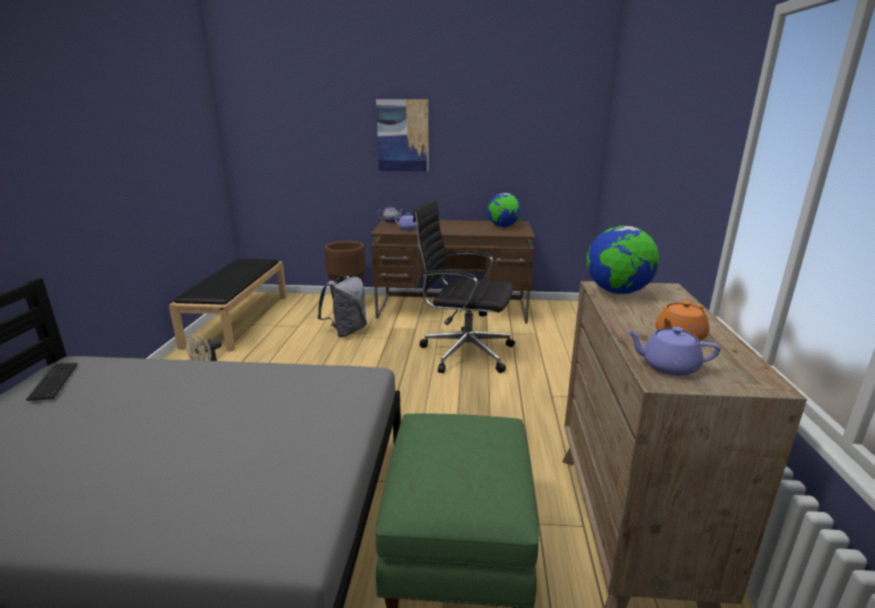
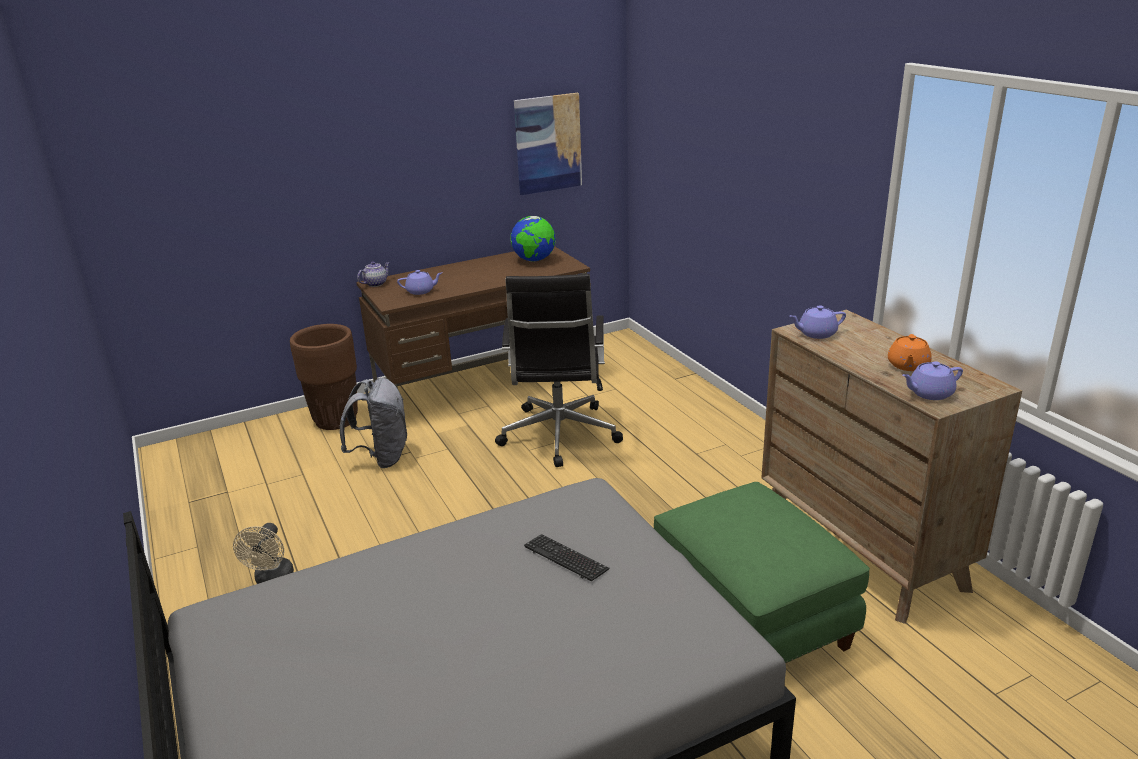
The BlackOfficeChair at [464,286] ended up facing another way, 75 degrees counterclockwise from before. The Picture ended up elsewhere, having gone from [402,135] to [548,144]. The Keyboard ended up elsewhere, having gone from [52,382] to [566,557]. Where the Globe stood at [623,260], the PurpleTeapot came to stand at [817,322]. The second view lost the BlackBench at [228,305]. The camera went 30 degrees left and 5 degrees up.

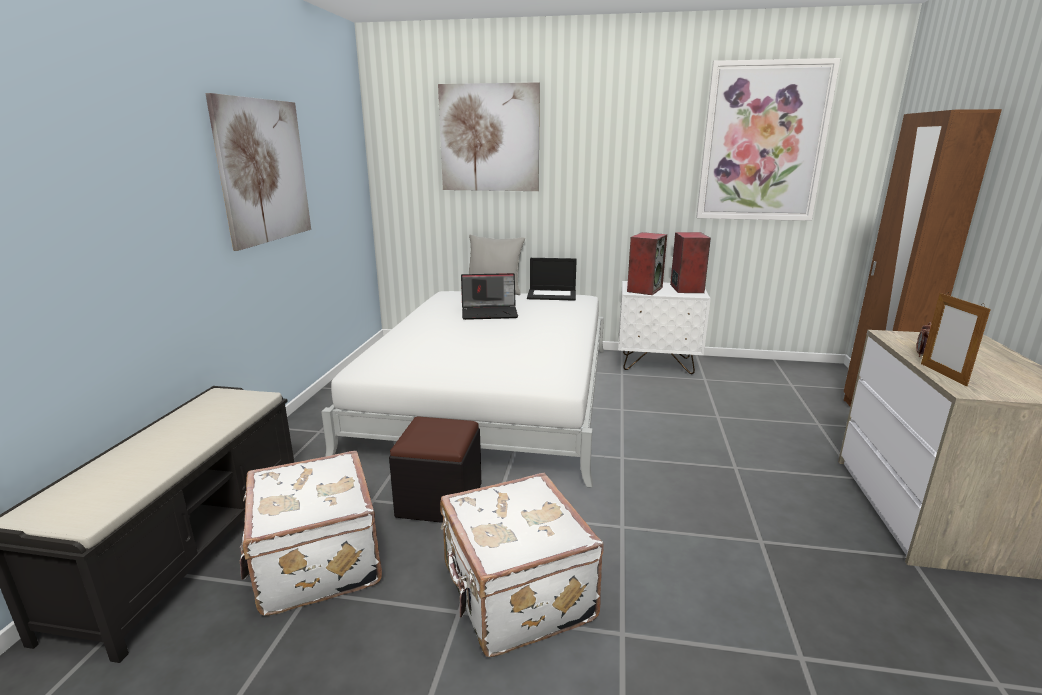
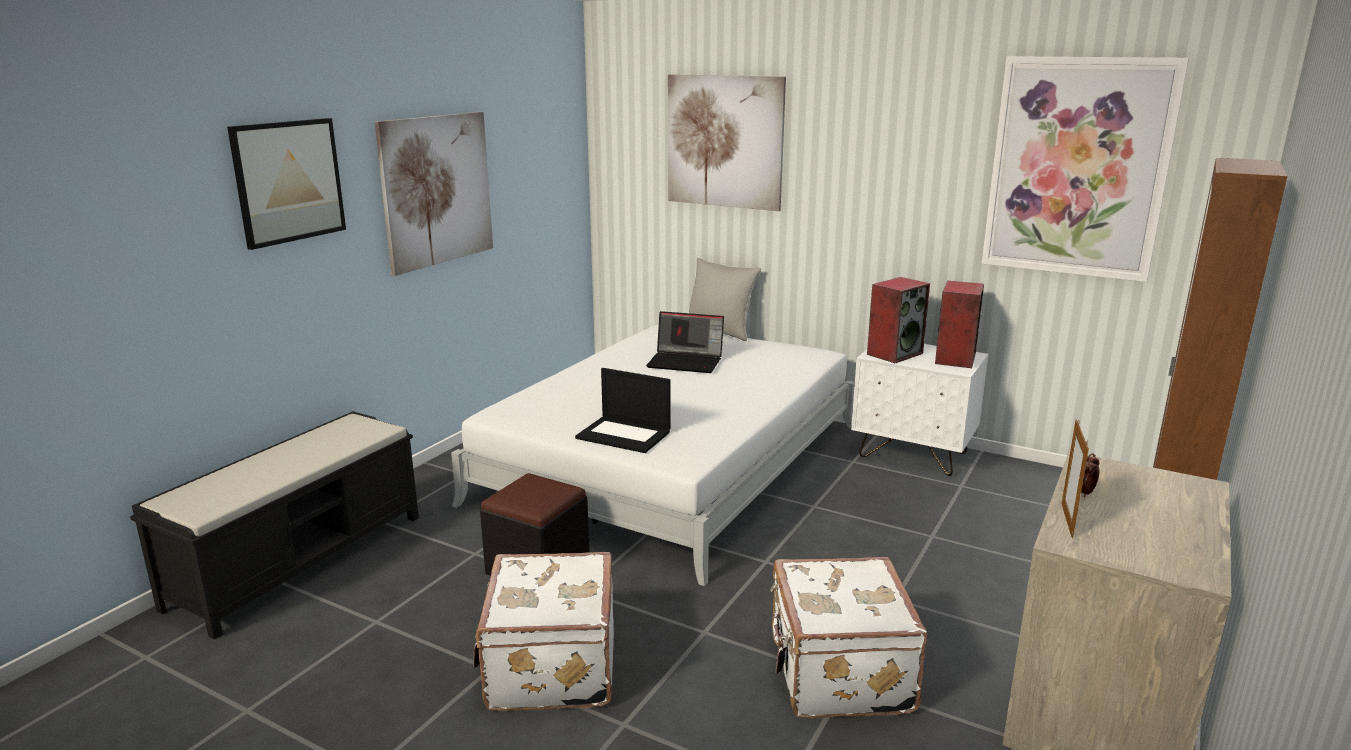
The second view gained the Picture at [286,184]. The Laptop ended up elsewhere, having gone from [552,279] to [623,410]. The WhiteSuitcase ended up elsewhere, having gone from [311,533] to [849,638]. The camera went 20 degrees right and 0 degrees up.

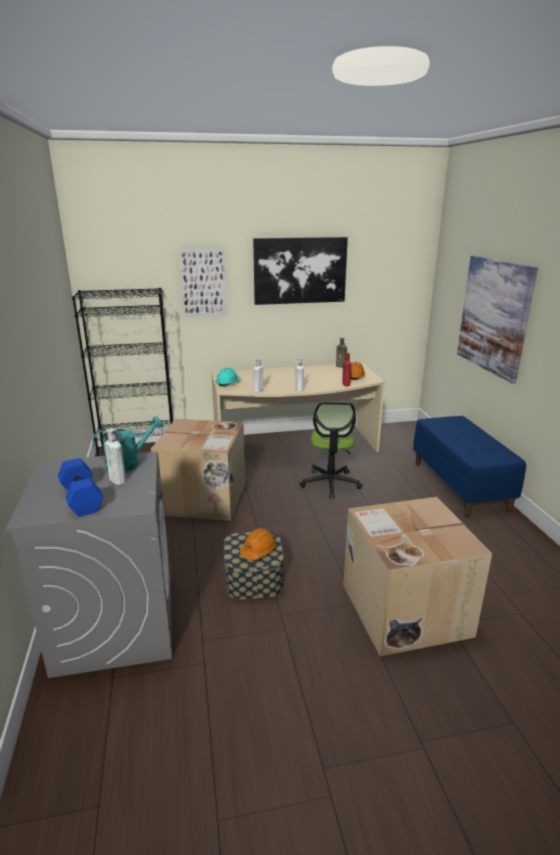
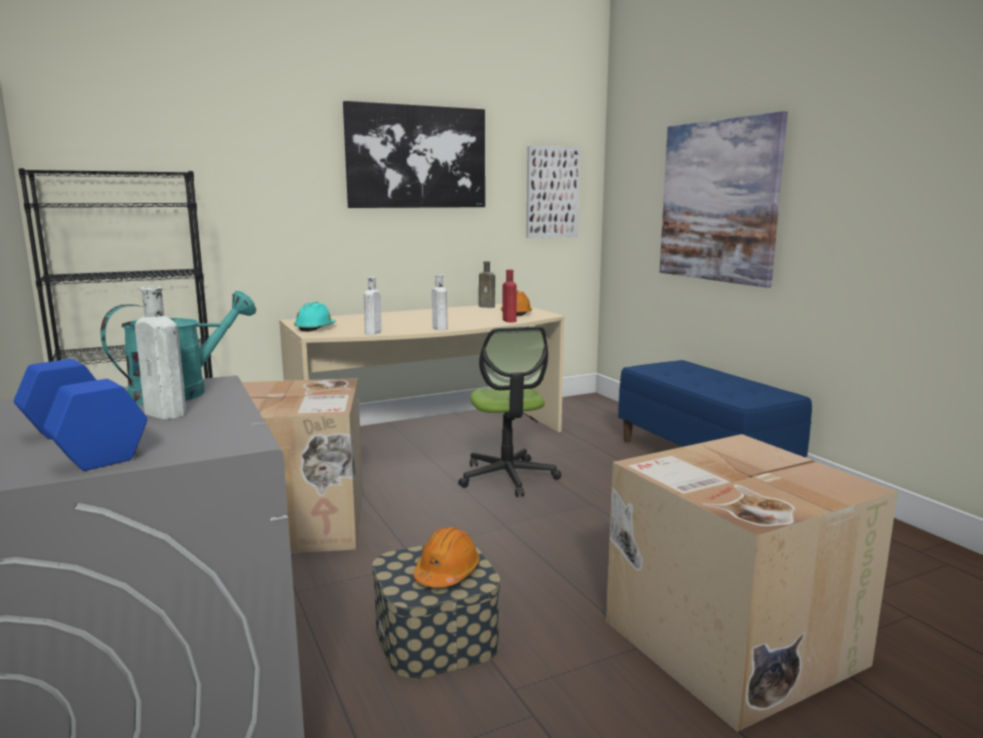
The Picture ended up elsewhere, having gone from [203,283] to [553,192]. The camera went 15 degrees left and 10 degrees down.

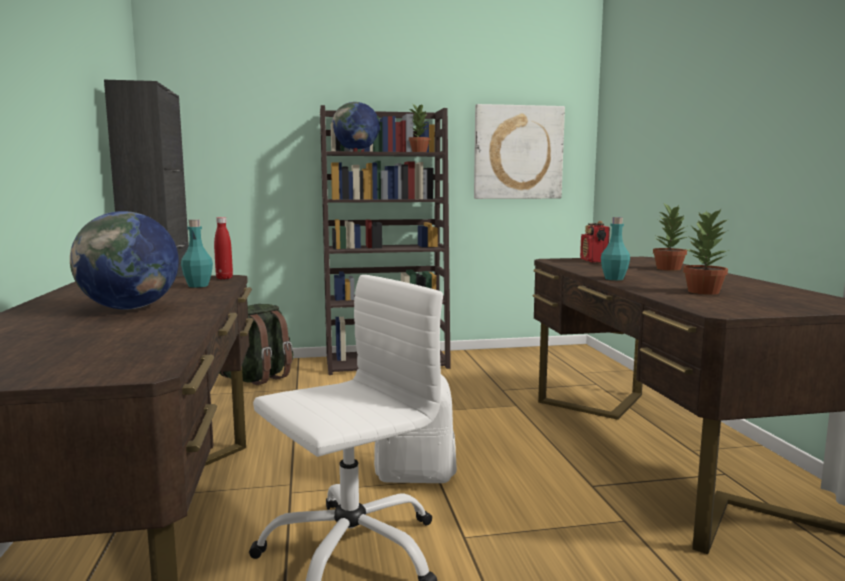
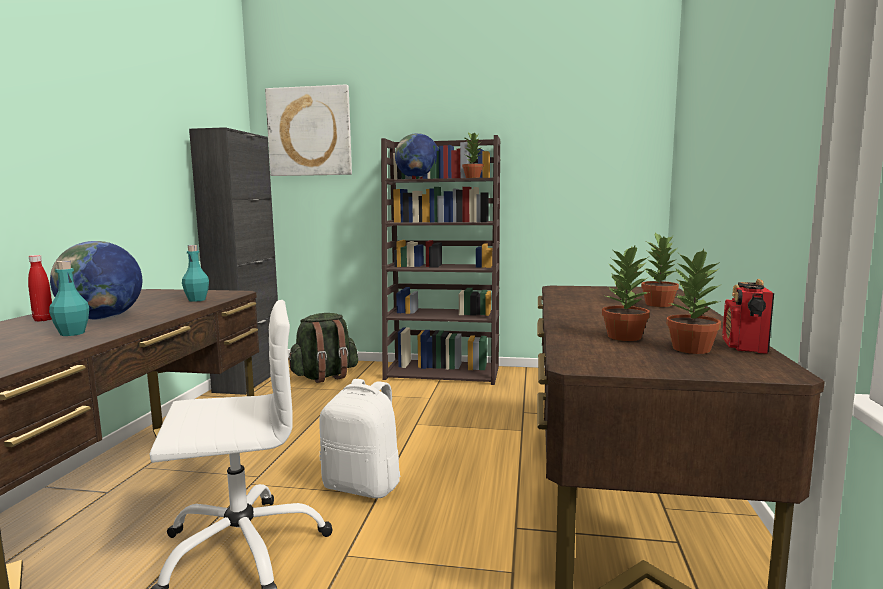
The RedBottle ended up elsewhere, having gone from [223,248] to [40,288]. The TurquoiseBottle ended up elsewhere, having gone from [615,248] to [69,298]. The Picture ended up elsewhere, having gone from [519,151] to [308,130]. The second view gained the PottedPlant at [693,301]. The Radio ended up elsewhere, having gone from [595,242] to [748,316]. The camera went 20 degrees right and 0 degrees up.

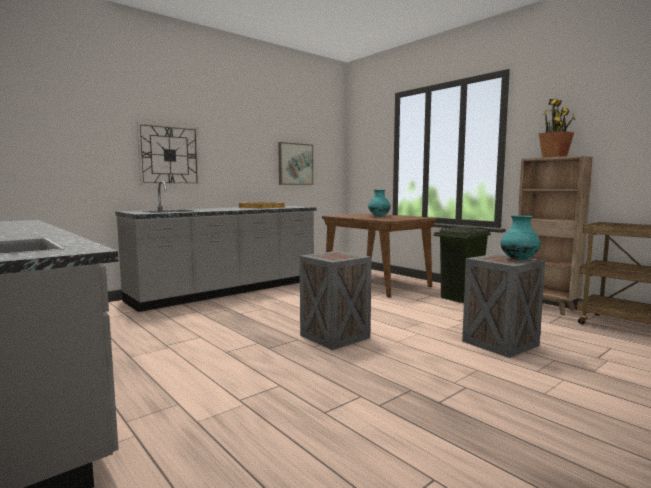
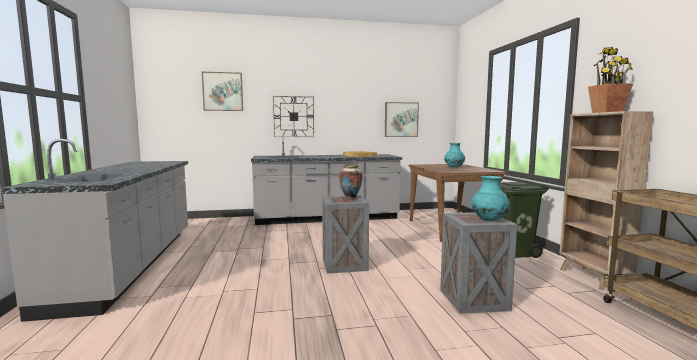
The second view gained the Picture at [222,91]. The second view gained the Vase at [351,182]. The camera went 30 degrees right and 0 degrees up.

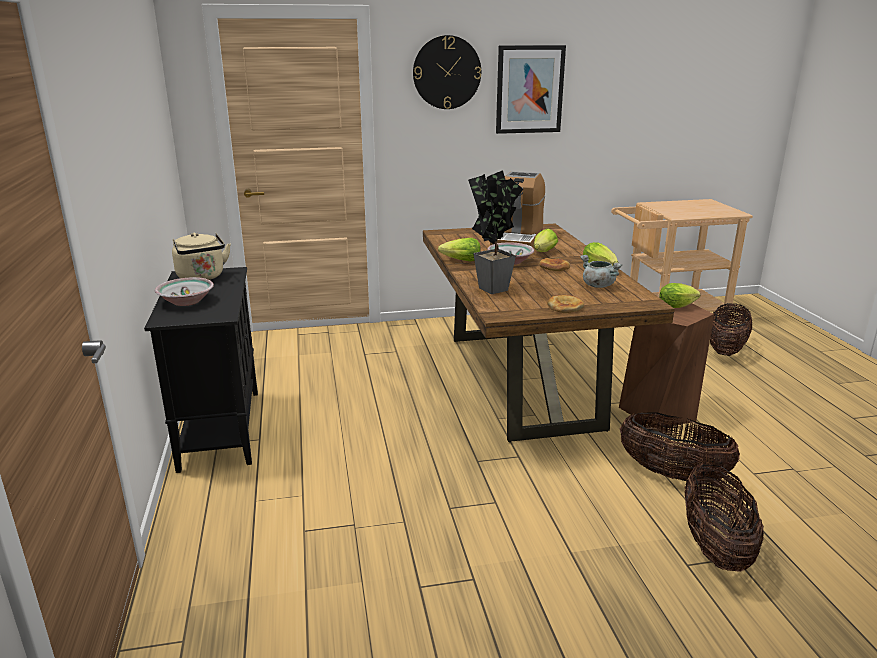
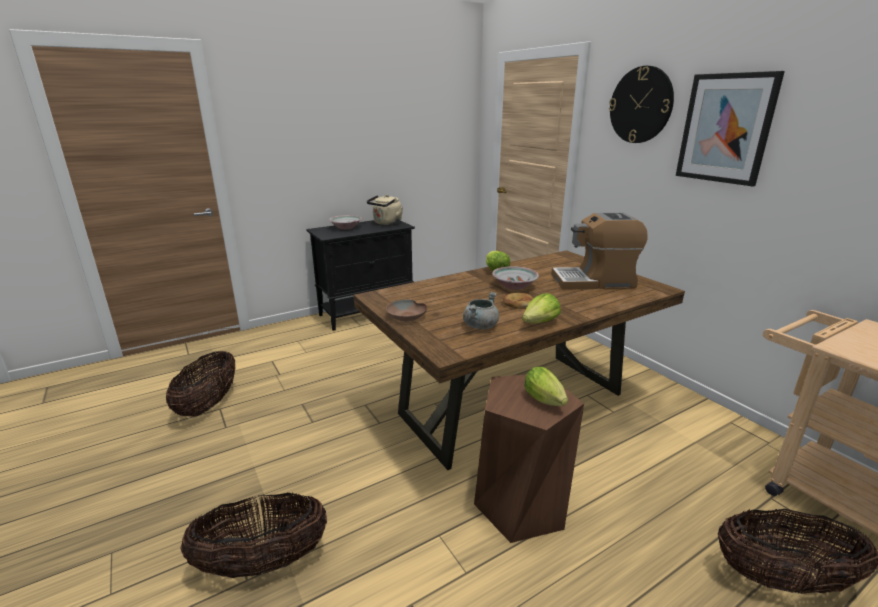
The Basket ended up elsewhere, having gone from [679,446] to [200,384]. Where the Bread stood at [565,304], the BrownBowl came to stand at [406,310]. The second view lost the PottedPlant at [495,232]. The second view lost the Lettuce at [546,240]. The camera went 70 degrees right and 0 degrees up.

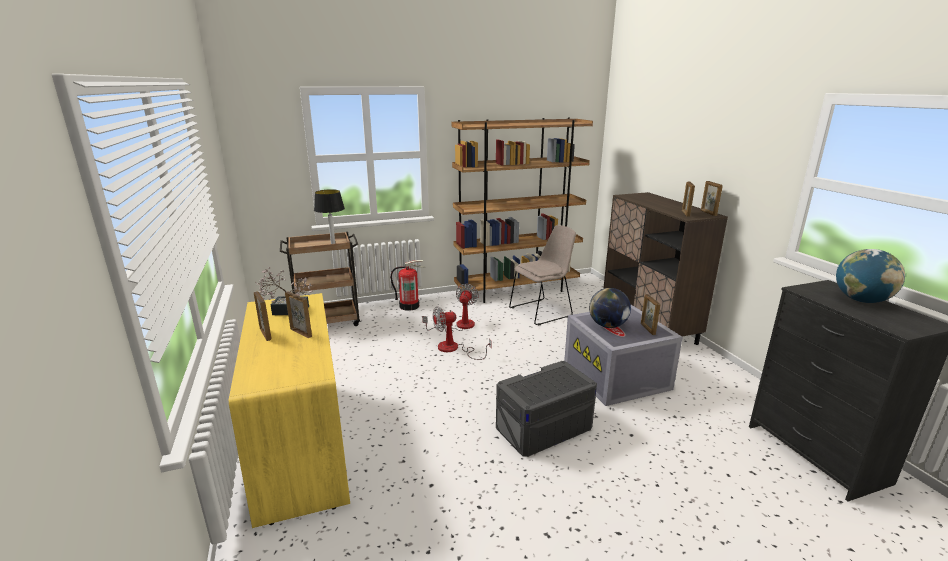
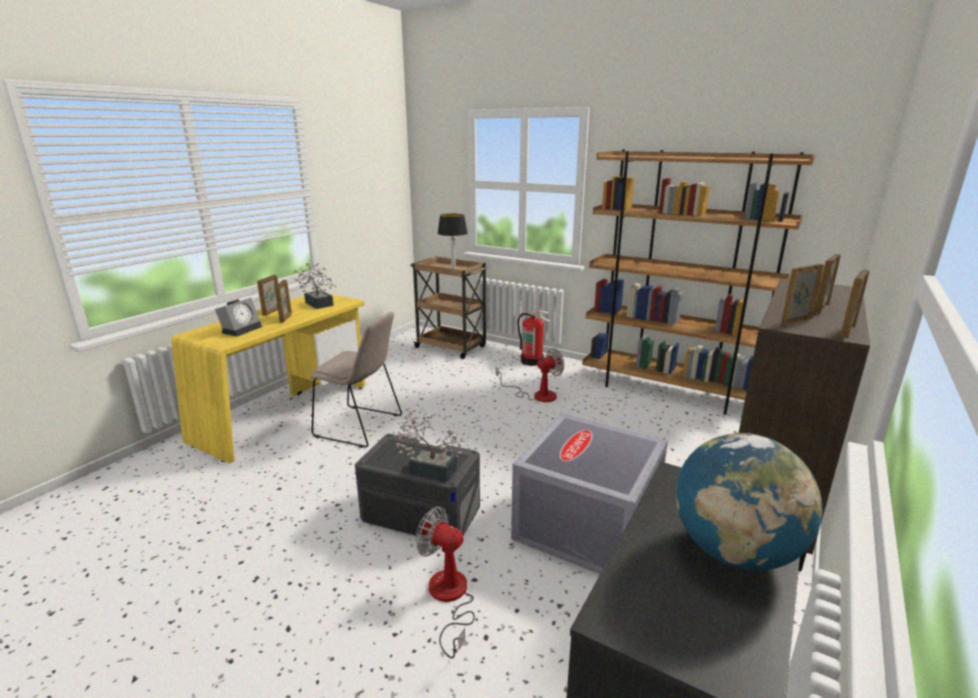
The second view gained the AlarmClock at [238,317]. The BeigeChair ended up elsewhere, having gone from [542,275] to [356,380]. The second view gained the PottedPlant at [429,446]. The Fan ended up elsewhere, having gone from [462,333] to [445,583]. The PictureFrame ended up elsewhere, having gone from [650,314] to [827,284]. The second view lost the Globe at [610,308]. The camera went 50 degrees right and 0 degrees up.

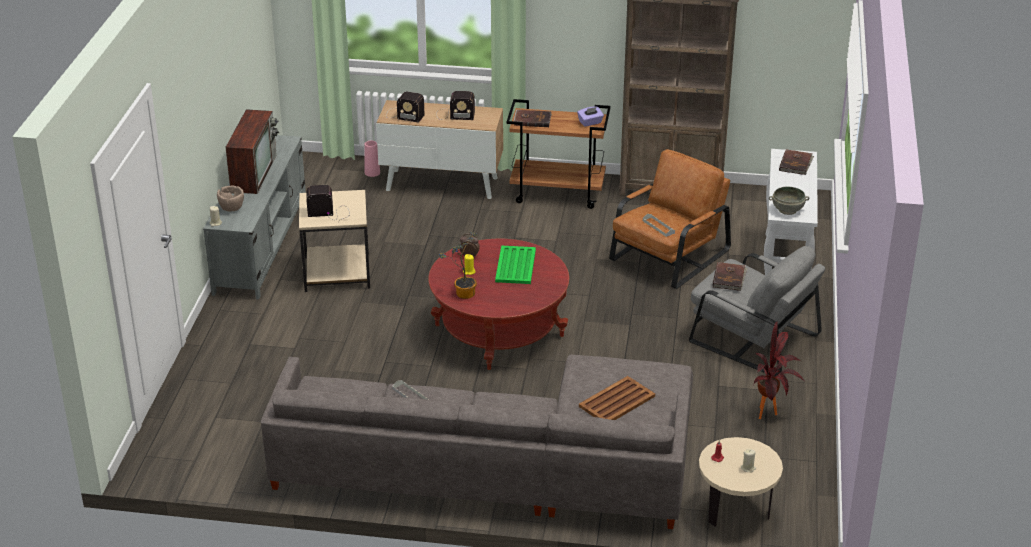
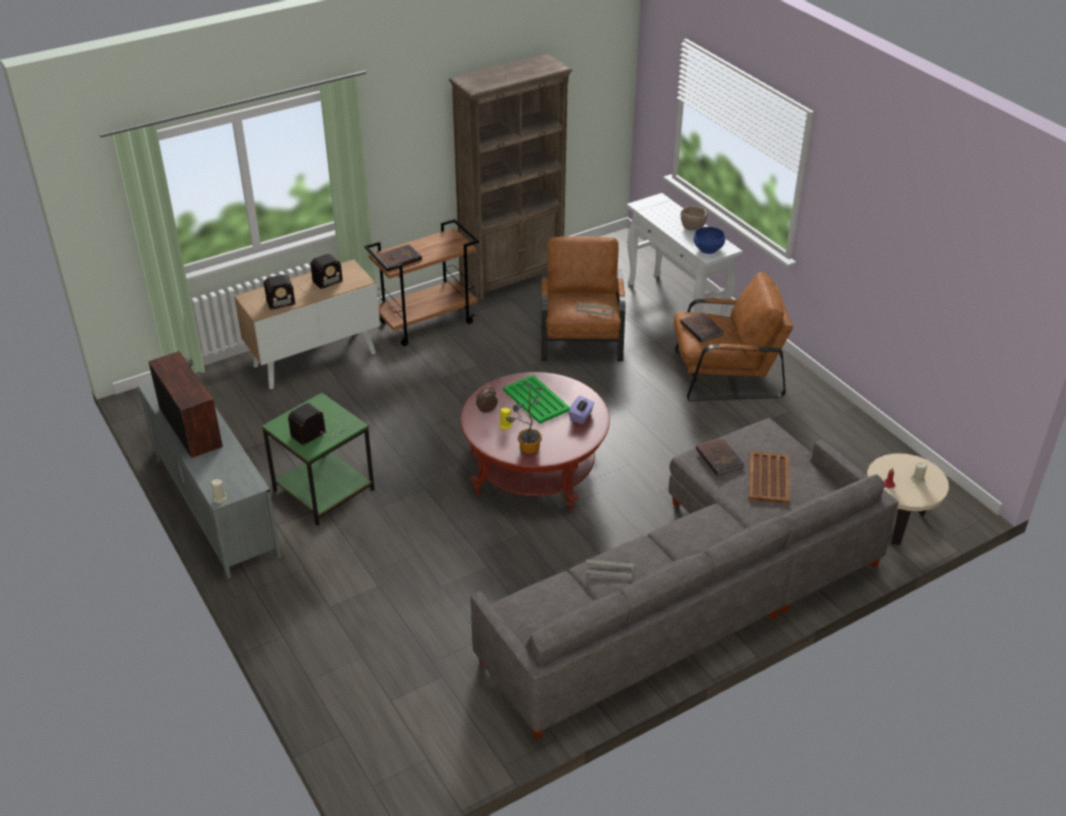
What was the BeigeSideTable at [334,241] turned into the GreenSideTable at [318,459]. The PurpleTissueBox ended up elsewhere, having gone from [590,116] to [581,410]. What was the GreyArmchair at [757,311] turned into the BrownArmchair at [733,336]. The BrownBowl ended up elsewhere, having gone from [230,198] to [694,218]. What was the GreyBowl at [789,201] turned into the BlueBowl at [709,240]. The BrownBook ended up elsewhere, having gone from [796,162] to [720,457]. The second view lost the PinkVase at [372,159]. The second view lost the PottedPlant at [779,370]. The camera went 40 degrees left and 5 degrees up.

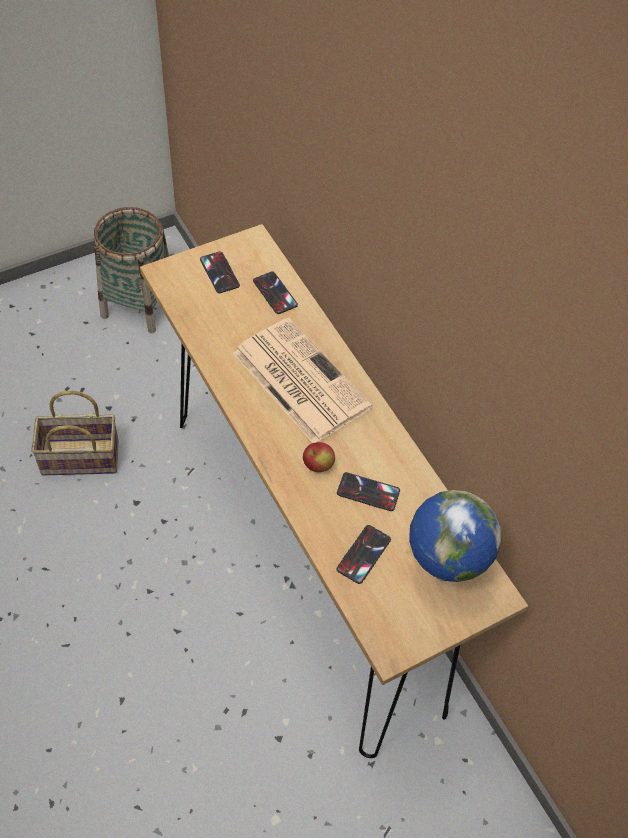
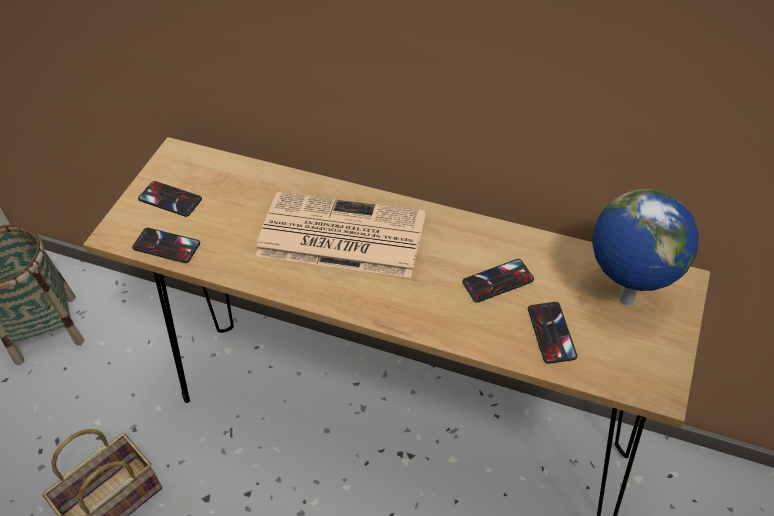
The Phone ended up elsewhere, having gone from [275,292] to [166,245]. The second view lost the Apple at [319,457]. The camera went 35 degrees left and 5 degrees down.

